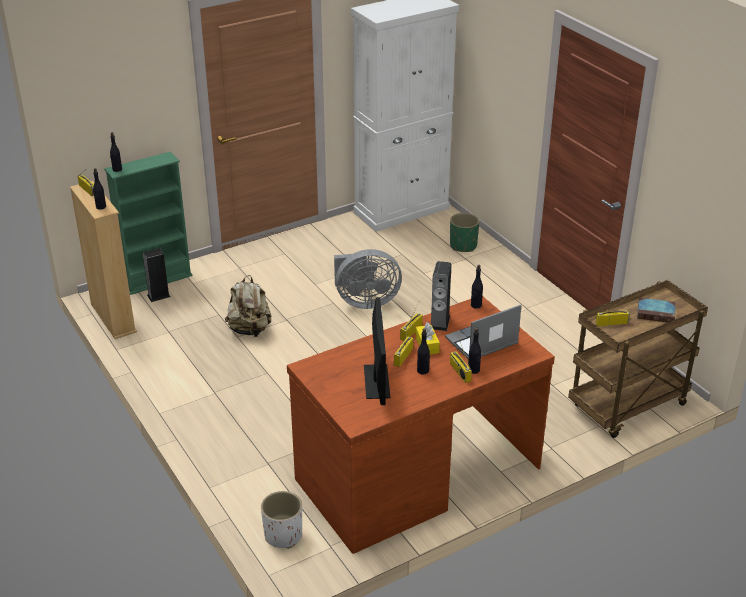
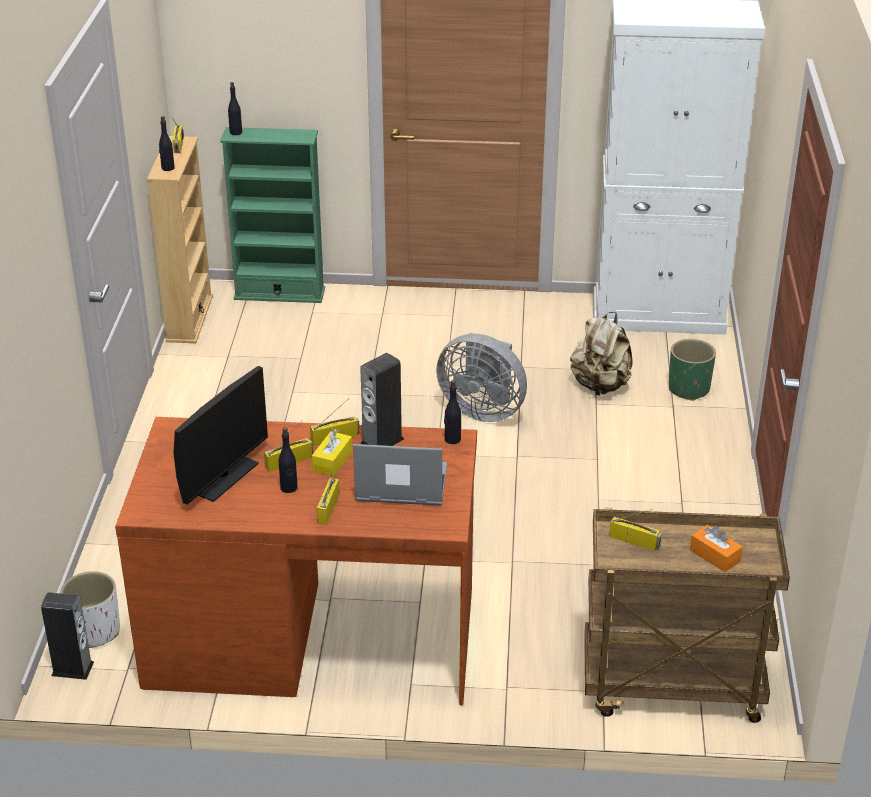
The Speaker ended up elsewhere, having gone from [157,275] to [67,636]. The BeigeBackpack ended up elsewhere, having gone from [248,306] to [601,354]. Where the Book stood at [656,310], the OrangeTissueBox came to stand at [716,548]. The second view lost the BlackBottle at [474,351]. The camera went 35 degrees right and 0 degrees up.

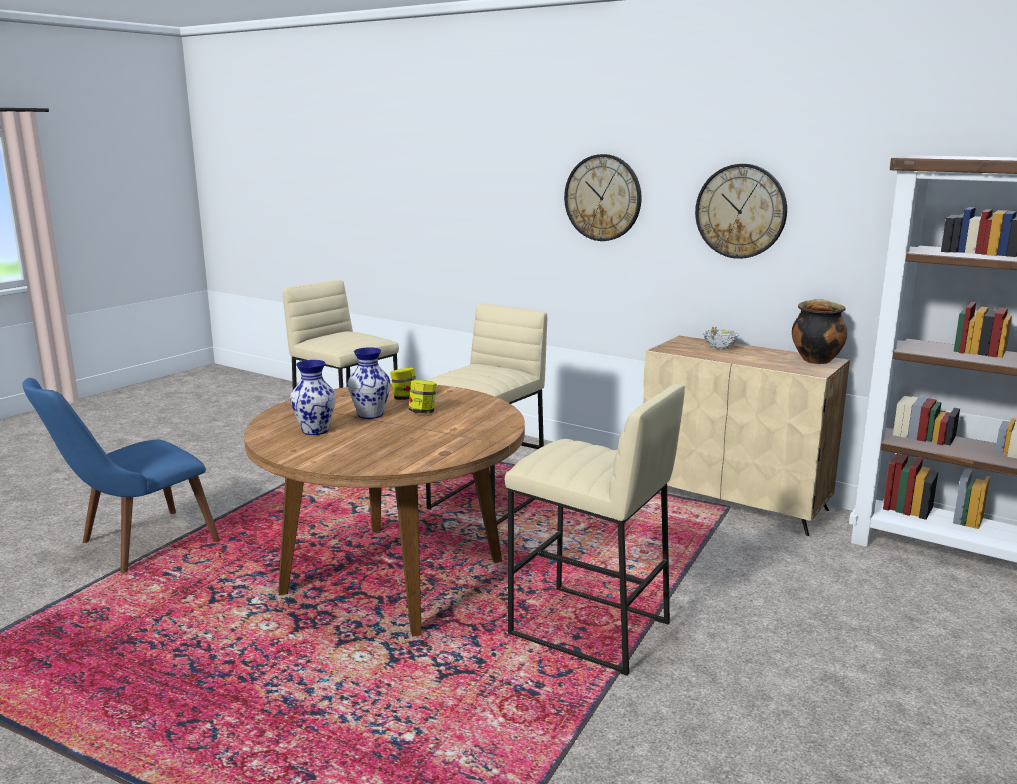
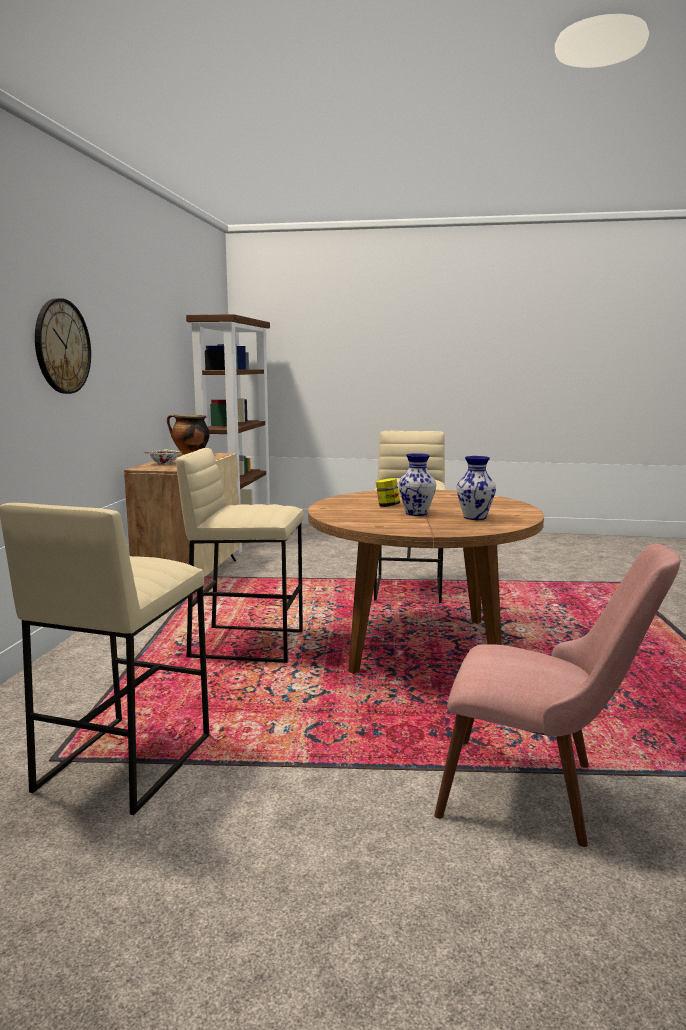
What was the BlueChair at [121,475] turned into the PinkChair at [557,695]. The second view lost the Jar at [403,384]. The second view lost the WallClock at [741,211]. The camera went 115 degrees left and 5 degrees down.

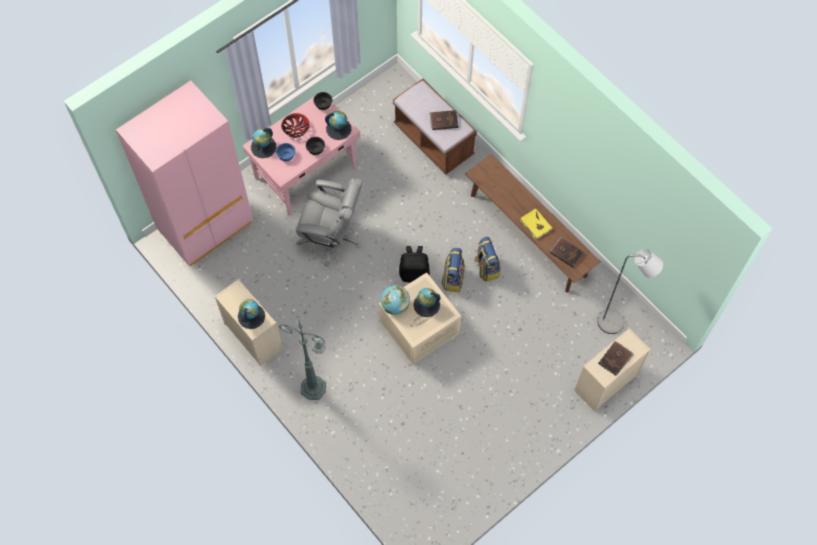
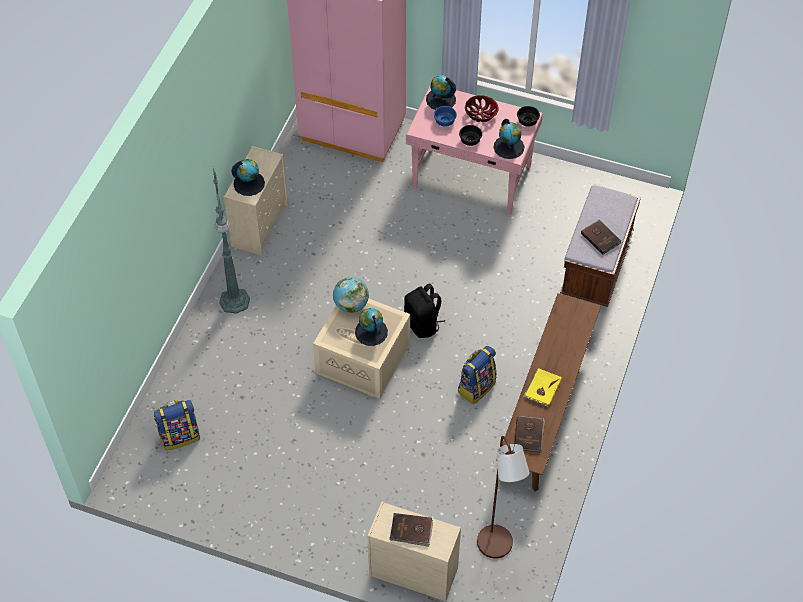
The Backpack ended up elsewhere, having gone from [453,270] to [177,425]. What was the GreyFloorLamp at [630,291] turned into the BrownFloorLamp at [503,497]. The second view lost the GreyOfficeChair at [329,222]. The camera went 60 degrees right and 10 degrees down.

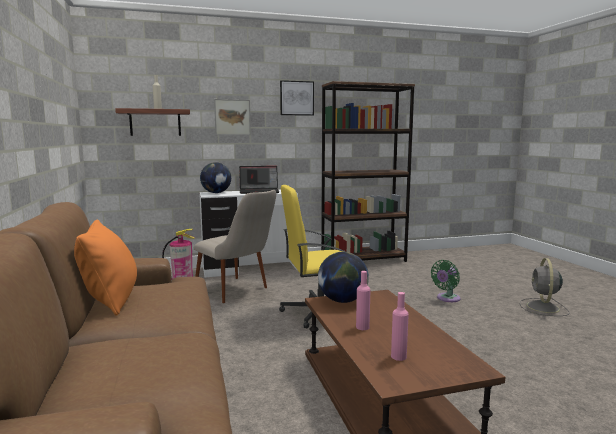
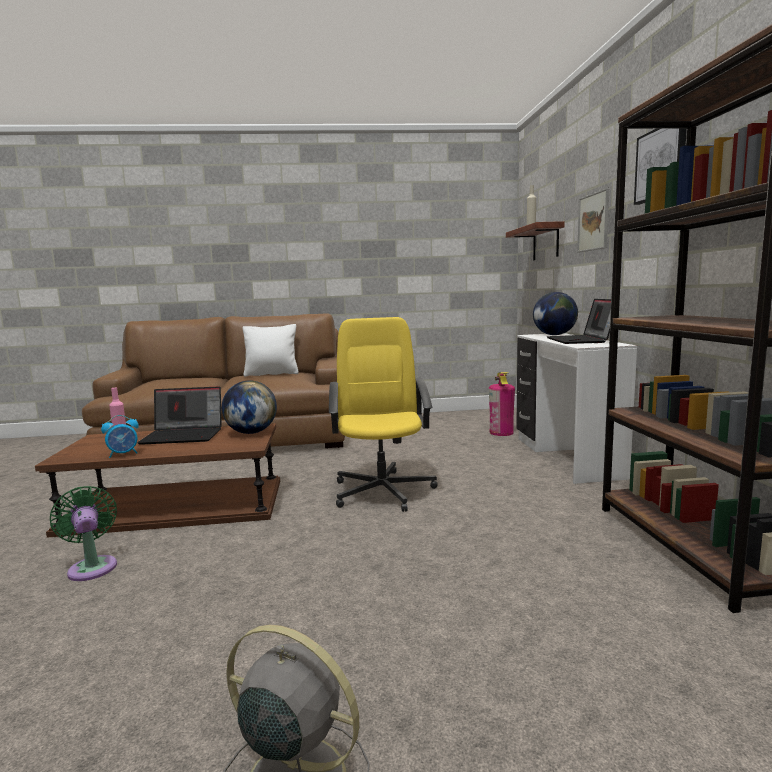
The GreenFan ended up elsewhere, having gone from [446,281] to [83,533]. The second view gained the AlarmClock at [120,436]. Where the PinkBottle stood at [363,300], the Laptop came to stand at [179,415]. What was the OrangePillow at [105,268] turned into the WhitePillow at [271,350]. The second view lost the BeigeChair at [235,246]. The camera went 100 degrees right and 0 degrees up.

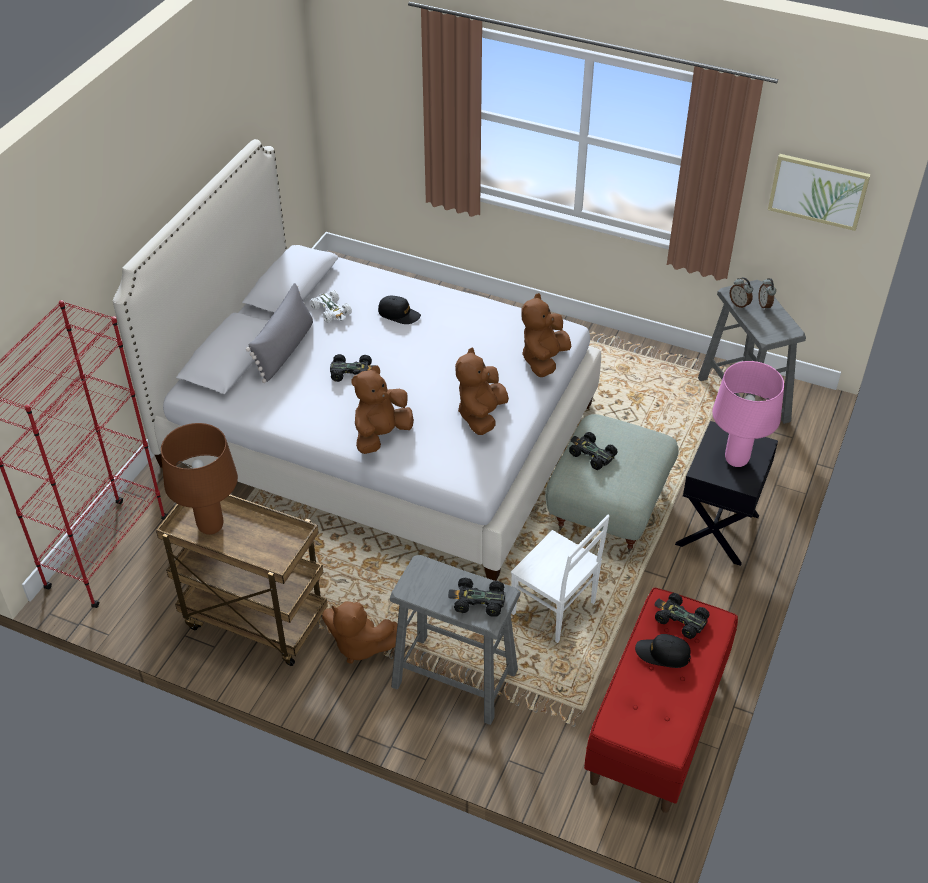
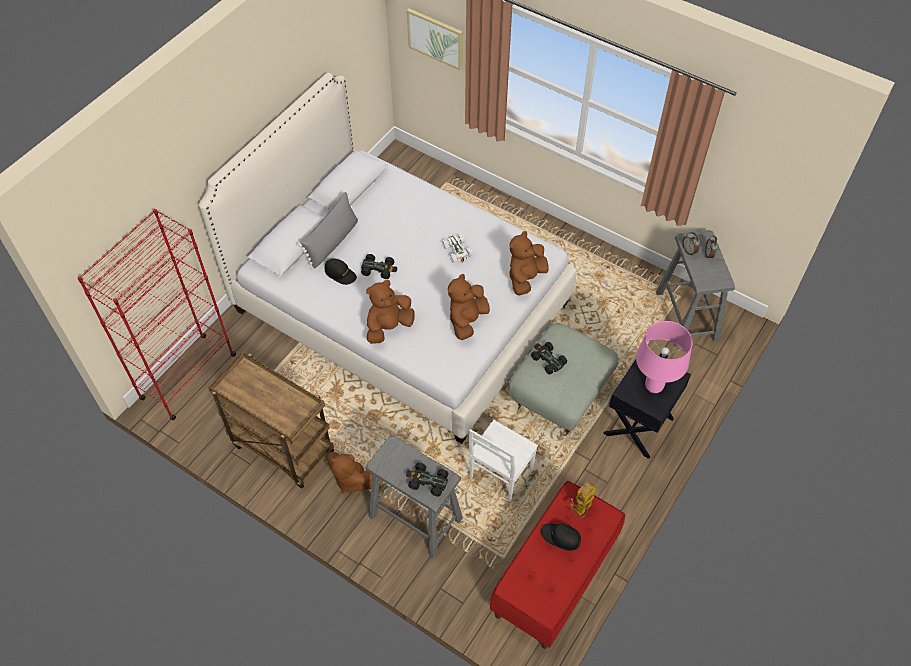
The BlackCap ended up elsewhere, having gone from [399,310] to [341,271]. The Picture ended up elsewhere, having gone from [819,192] to [435,40]. The WhiteToyCar ended up elsewhere, having gone from [331,306] to [457,248]. The WhiteChair at [560,579] ended up facing another way, 75 degrees clockwise from before. Where the BlackToyCar stood at [682,616], the ToyRobot came to stand at [583,499]. The second view lost the BrownTableLamp at [199,479]. The camera went 10 degrees right and 10 degrees up.

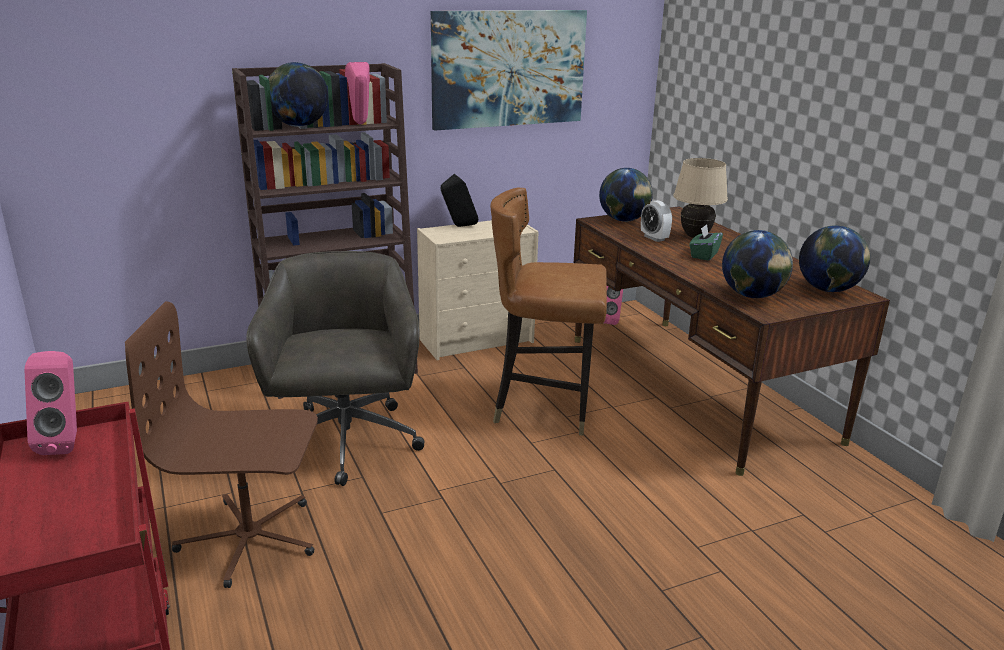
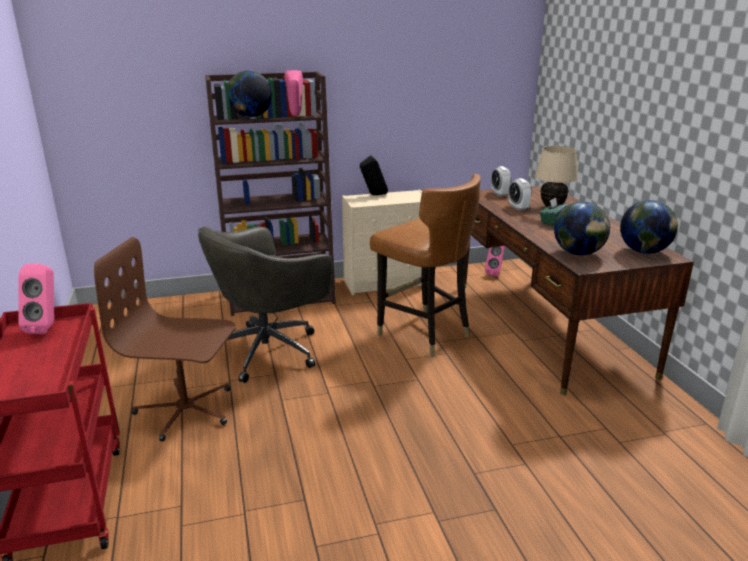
The GreyOfficeChair at [335,368] ended up facing another way, 135 degrees counterclockwise from before. The BrownChair at [548,311] ended up facing another way, 150 degrees counterclockwise from before. Where the Globe stood at [626,195], the AlarmClock came to stand at [501,181]. The second view lost the Picture at [509,70]. The camera went 10 degrees right and 0 degrees up.

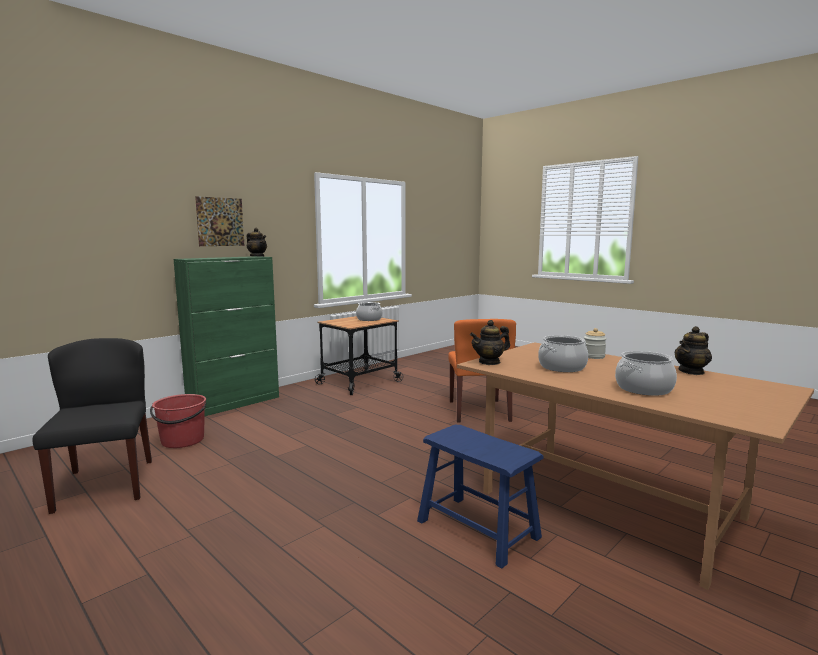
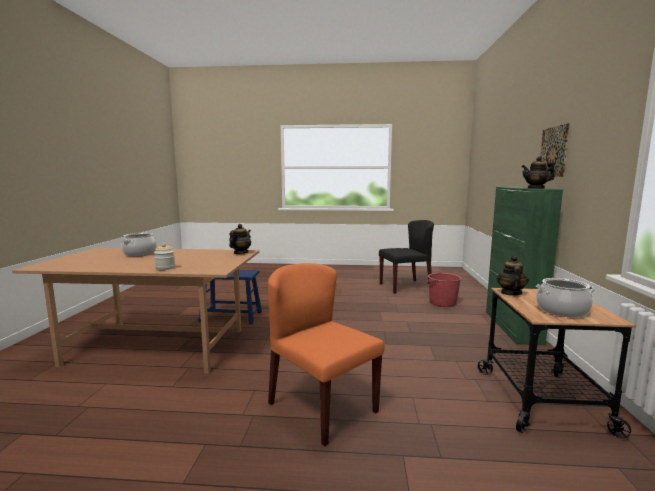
The BlackChair at [92,426] ended up facing another way, 45 degrees counterclockwise from before. The Teapot ended up elsewhere, having gone from [693,350] to [512,275]. The second view lost the CookingPot at [563,353]. The camera went 140 degrees right and 0 degrees up.

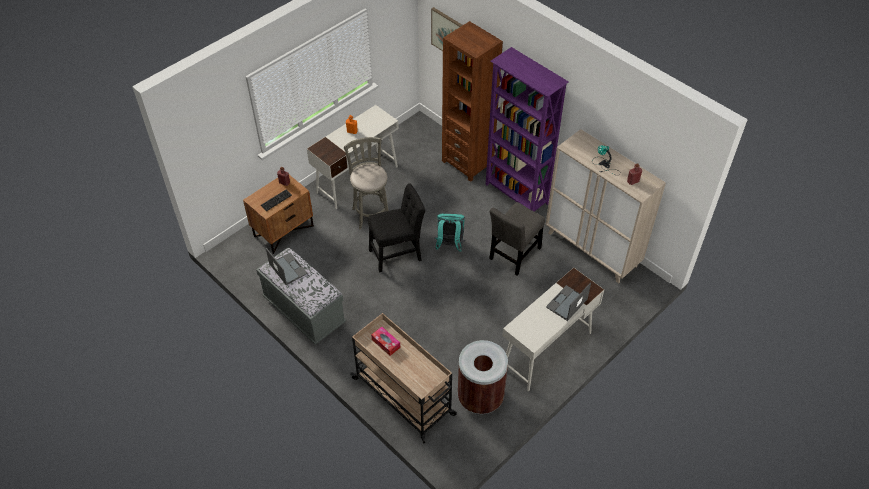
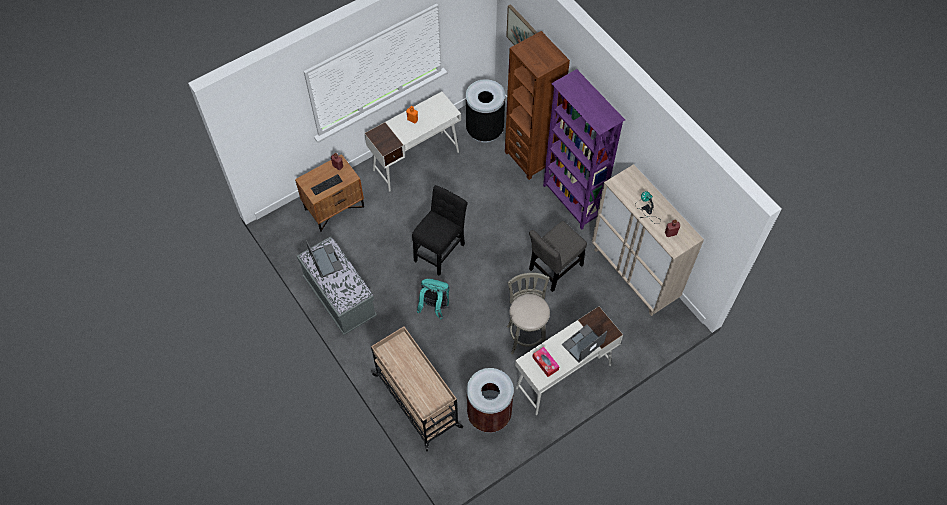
The BlackChair at [396,227] ended up facing another way, 45 degrees counterclockwise from before. The TurquoiseBackpack ended up elsewhere, having gone from [450,233] to [433,299]. The second view gained the BlackTrashCan at [485,111]. The GreyStool ended up elsewhere, having gone from [366,183] to [528,314]. The TissueBox ended up elsewhere, having gone from [385,341] to [546,362]. The camera went 10 degrees right and 10 degrees up.

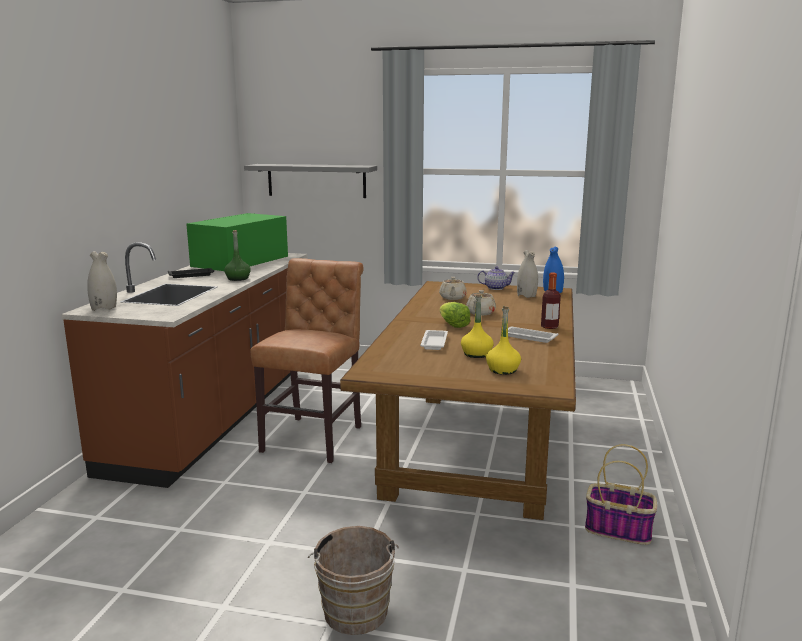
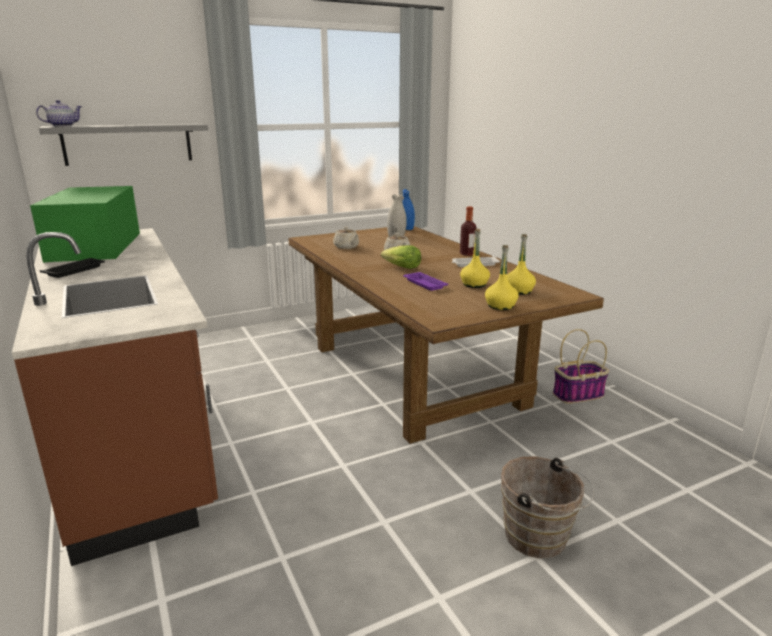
The Teapot ended up elsewhere, having gone from [496,278] to [59,113]. What was the WhiteTray at [434,340] turned into the PurpleTray at [425,281]. The second view gained the YellowBottle at [502,277]. The second view lost the WhiteVase at [102,281]. The second view lost the GreenBottle at [237,255]. The second view lost the BrownChair at [307,360]. The camera went 40 degrees left and 5 degrees up.

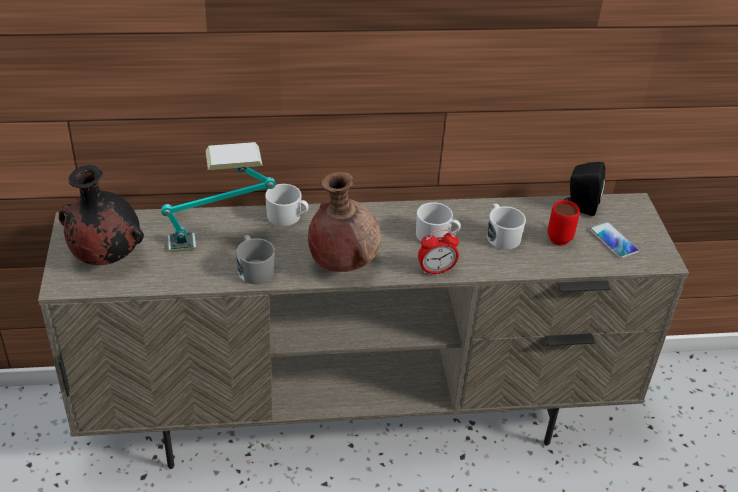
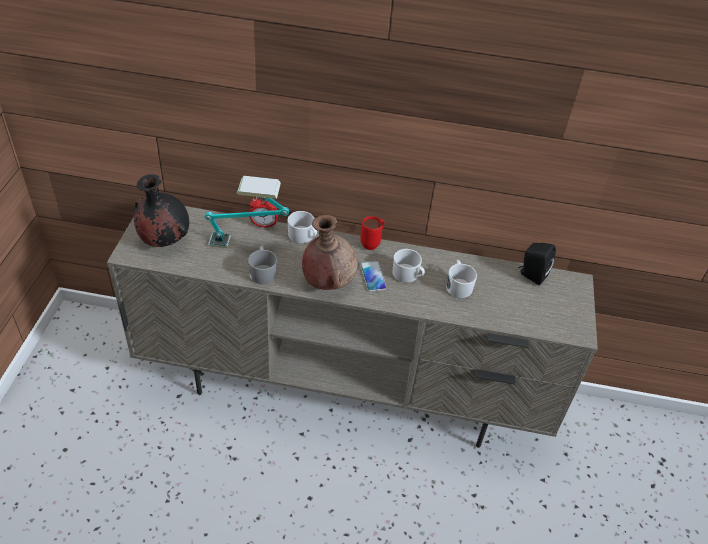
The AlarmClock ended up elsewhere, having gone from [438,252] to [264,212]. The RedMug ended up elsewhere, having gone from [564,223] to [372,233]. The Phone ended up elsewhere, having gone from [614,240] to [373,276]. The camera went 15 degrees right and 5 degrees up.

